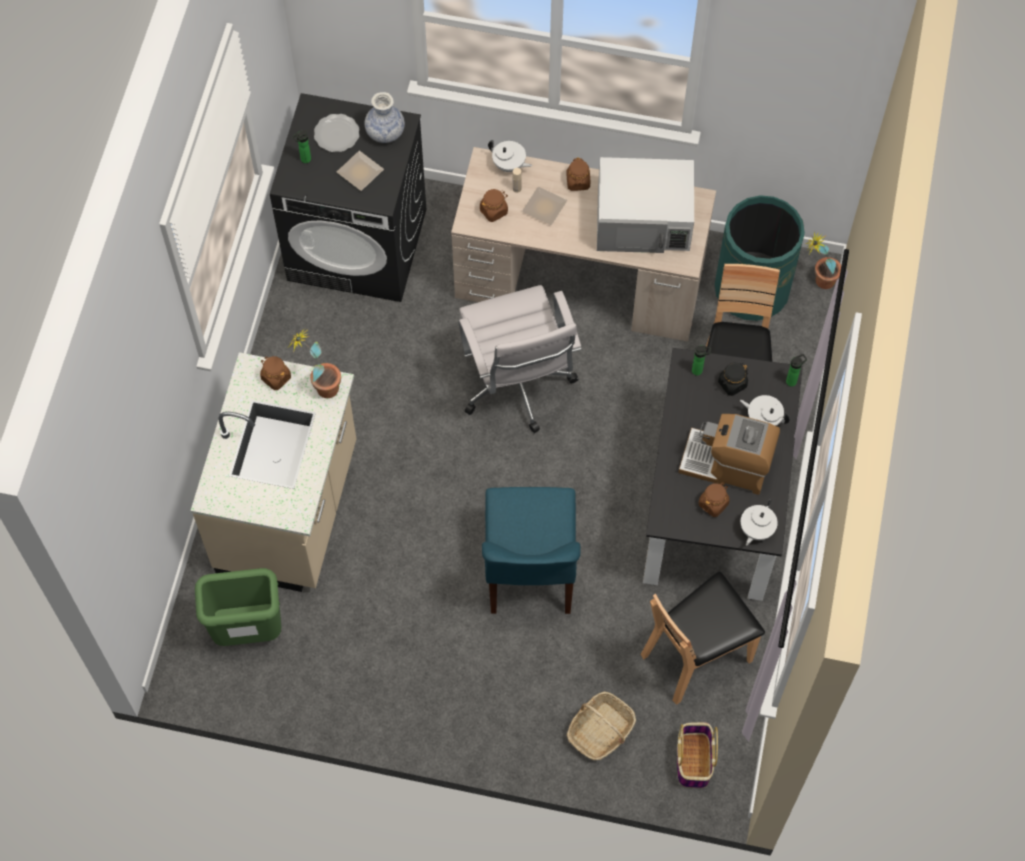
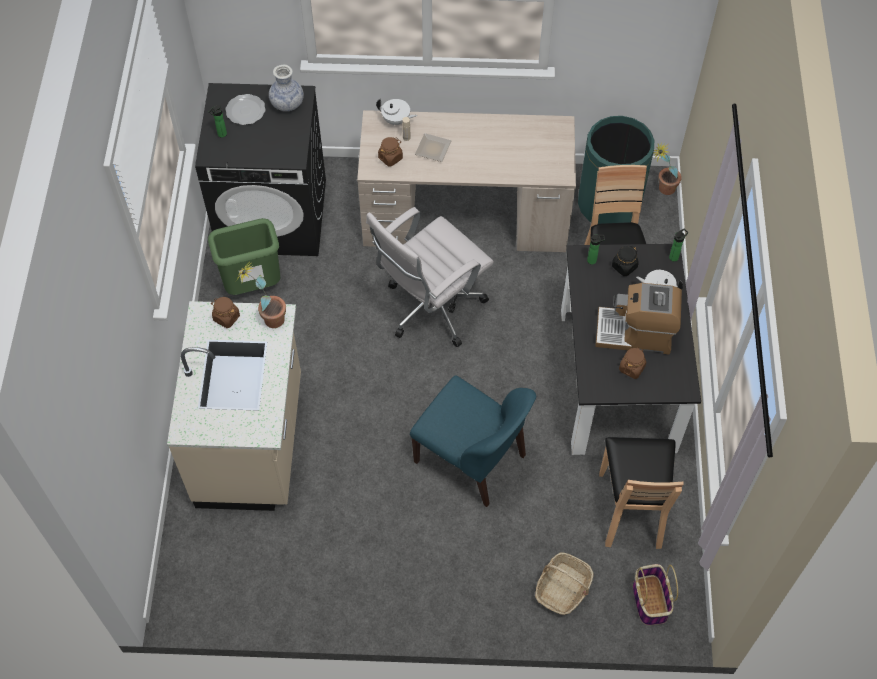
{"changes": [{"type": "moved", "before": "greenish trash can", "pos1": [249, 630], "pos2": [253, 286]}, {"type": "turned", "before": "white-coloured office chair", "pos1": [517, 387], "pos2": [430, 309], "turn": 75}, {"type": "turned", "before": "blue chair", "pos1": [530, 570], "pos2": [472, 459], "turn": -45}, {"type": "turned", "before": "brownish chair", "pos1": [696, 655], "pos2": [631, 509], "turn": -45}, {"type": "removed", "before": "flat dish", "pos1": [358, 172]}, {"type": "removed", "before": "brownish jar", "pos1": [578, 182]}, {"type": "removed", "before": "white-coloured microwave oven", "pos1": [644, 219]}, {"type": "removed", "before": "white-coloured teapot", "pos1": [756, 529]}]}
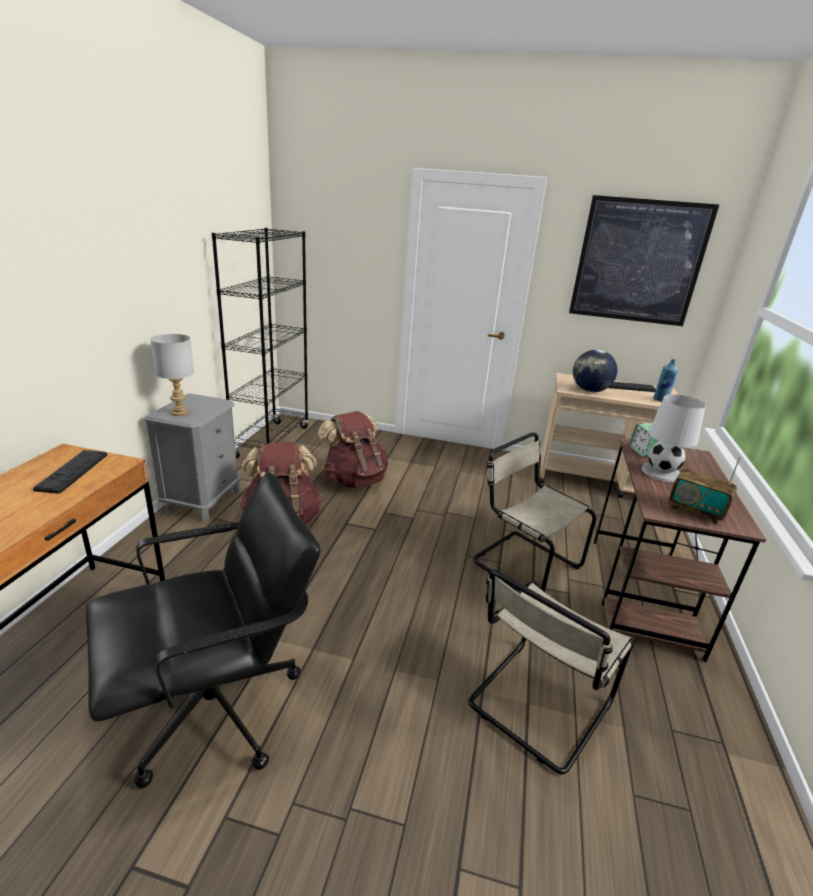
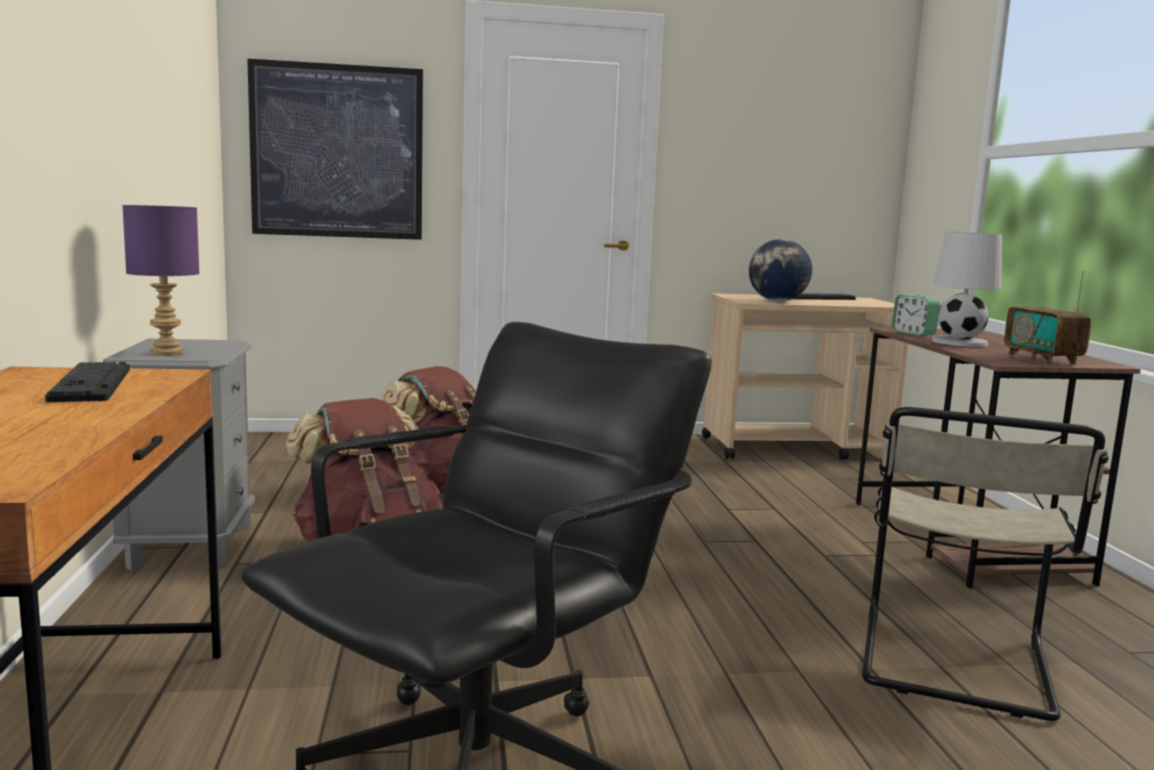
{"changes": [{"type": "recoloured", "before": "grey table lamp", "after": "purplish table lamp", "pos1": [180, 413], "pos2": [167, 353]}, {"type": "moved", "before": "wall picture", "pos1": [638, 262], "pos2": [337, 152]}, {"type": "turned", "before": "radio receiver", "pos1": [695, 511], "pos2": [1042, 359], "turn": 60}, {"type": "removed", "before": "blackish bookshelf", "pos1": [272, 442]}, {"type": "removed", "before": "beige-coloured chair", "pos1": [522, 563]}, {"type": "removed", "before": "blue drink bottle", "pos1": [660, 400]}]}
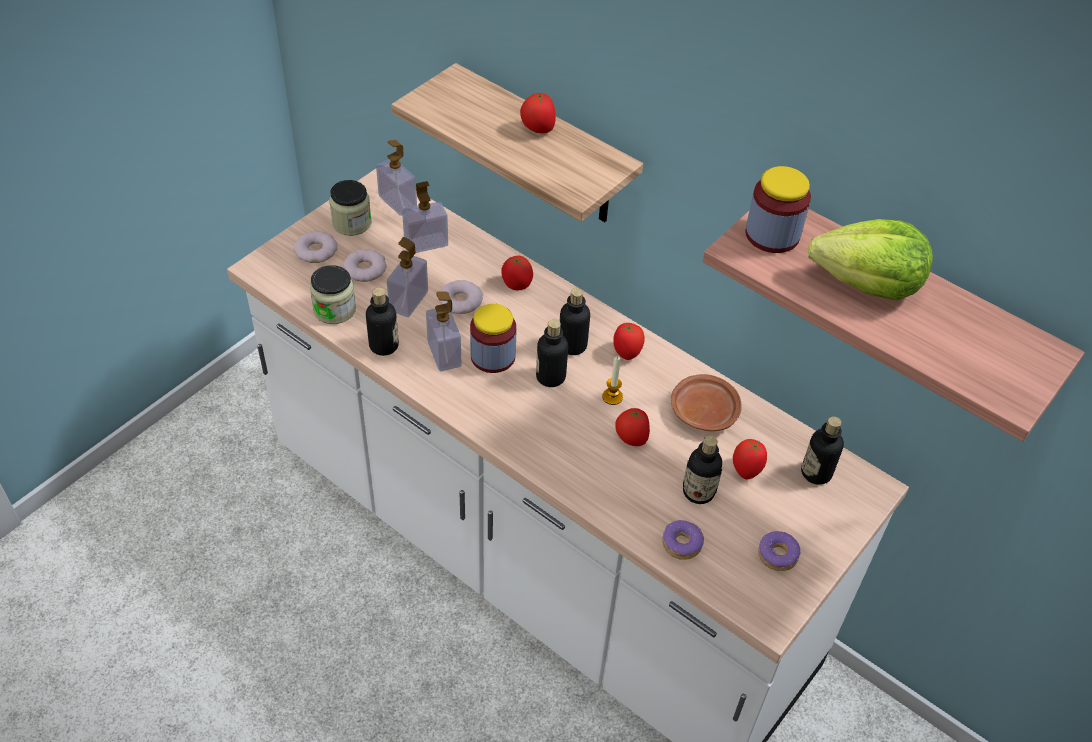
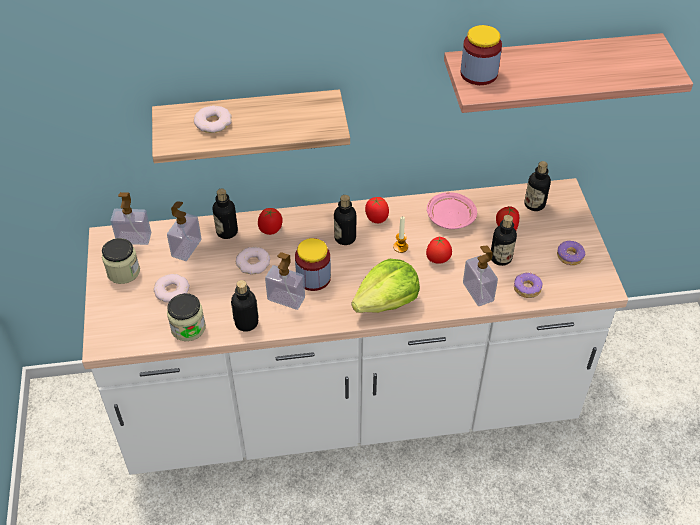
{"changes": [{"type": "moved", "before": "ring doughnut", "pos1": [316, 251], "pos2": [213, 122]}, {"type": "moved", "before": "drink bottle", "pos1": [550, 377], "pos2": [227, 231]}, {"type": "moved", "before": "head of lettuce", "pos1": [867, 283], "pos2": [387, 302]}, {"type": "recoloured", "before": "brownish flat dish", "after": "pink flat dish", "pos1": [703, 410], "pos2": [450, 217]}, {"type": "moved", "before": "soap dispenser", "pos1": [408, 301], "pos2": [478, 292]}, {"type": "removed", "before": "fresh tomato", "pos1": [537, 129]}]}
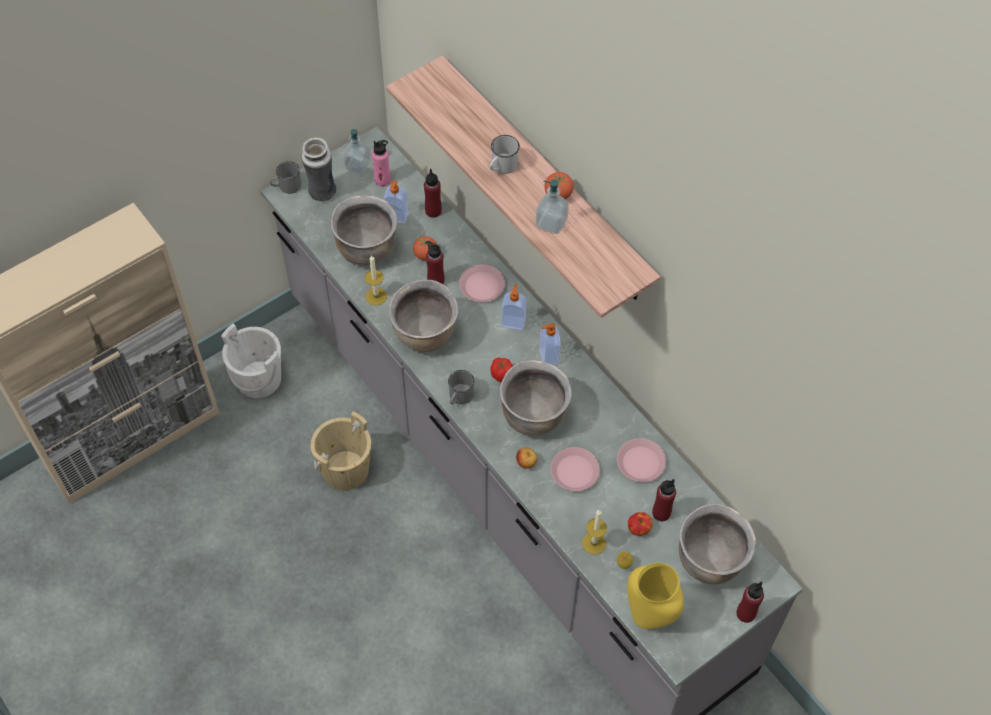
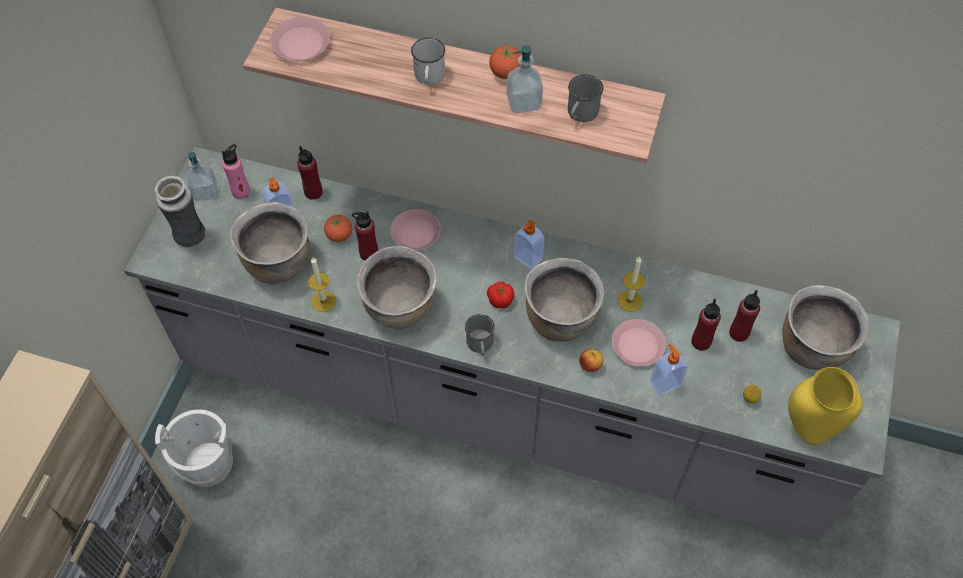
{"changes": [{"type": "moved", "before": "pink flat dish", "pos1": [640, 462], "pos2": [300, 43]}, {"type": "moved", "before": "grey coffee mug", "pos1": [286, 186], "pos2": [580, 114]}, {"type": "moved", "before": "wax light", "pos1": [594, 543], "pos2": [629, 300]}, {"type": "moved", "before": "soap dispenser", "pos1": [513, 321], "pos2": [664, 383]}, {"type": "moved", "before": "red-coloured drink bottle", "pos1": [745, 613], "pos2": [701, 342]}, {"type": "removed", "before": "beige-coloured bucket", "pos1": [345, 469]}, {"type": "removed", "before": "apple fruit", "pos1": [639, 529]}]}
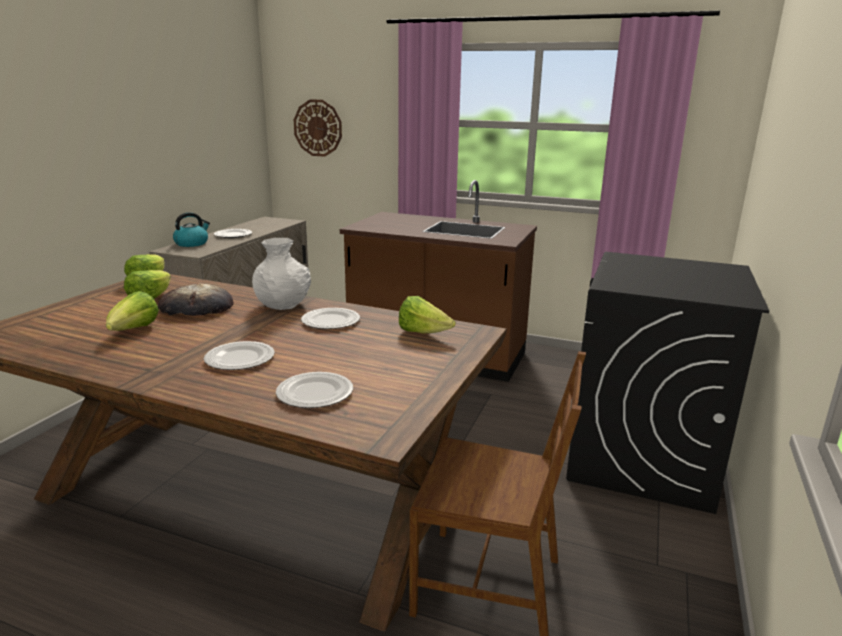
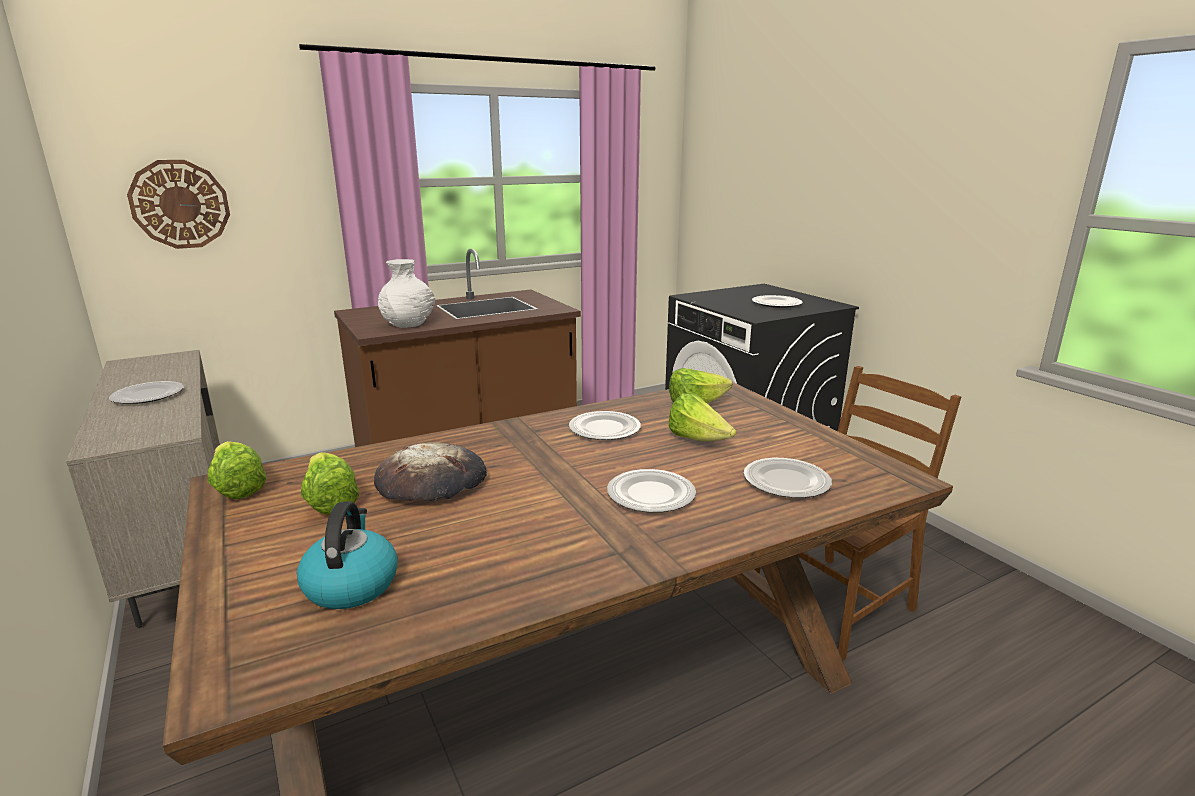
{"changes": [{"type": "moved", "before": "kettle", "pos1": [192, 243], "pos2": [351, 584]}, {"type": "moved", "before": "white-coloured flower vase", "pos1": [284, 305], "pos2": [408, 324]}, {"type": "moved", "before": "head of lettuce", "pos1": [134, 330], "pos2": [698, 440]}, {"type": "added", "after": "flat dish", "pos2": [777, 304]}]}
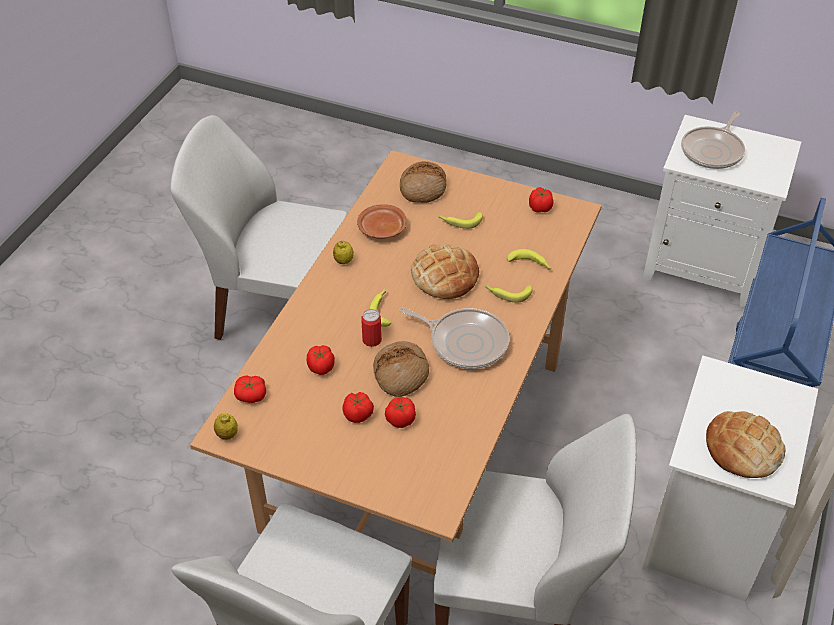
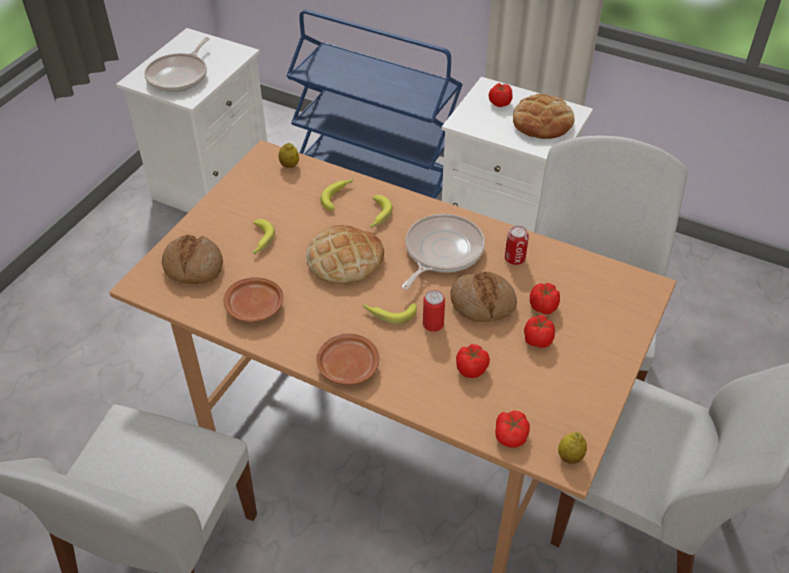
{"changes": [{"type": "turned", "before": "pan", "pos1": [713, 151], "pos2": [179, 76], "turn": 75}, {"type": "moved", "before": "whole lemon", "pos1": [343, 261], "pos2": [289, 165]}, {"type": "added", "after": "brownish flat dish", "pos2": [348, 366]}, {"type": "moved", "before": "fresh tomato", "pos1": [540, 207], "pos2": [499, 103]}, {"type": "added", "after": "can", "pos2": [514, 259]}]}
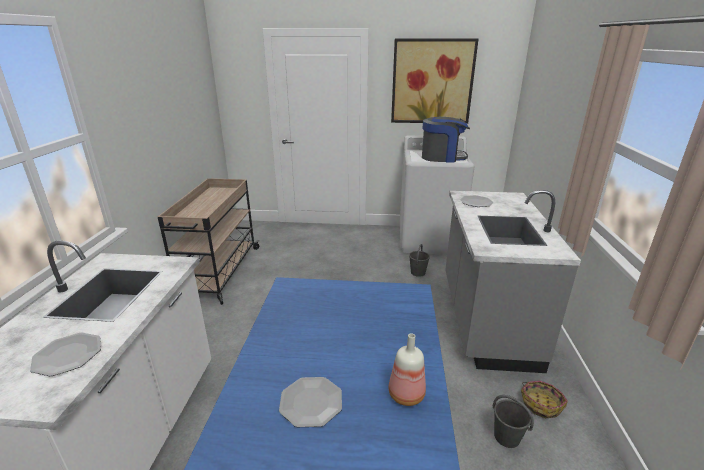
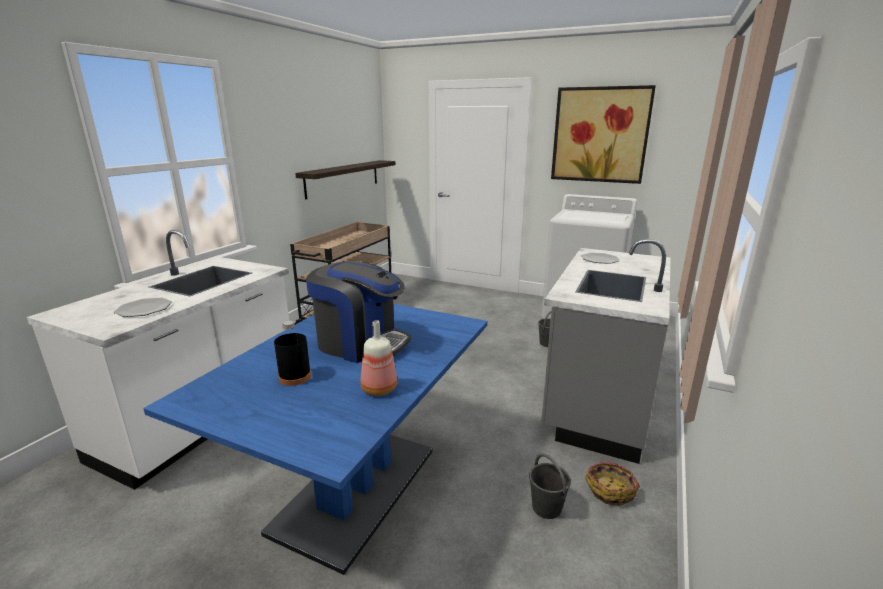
{"changes": [{"type": "replaced", "before": "flat dish", "after": "blackish drink bottle", "pos1": [311, 402], "pos2": [295, 377]}, {"type": "added", "after": "shelf", "pos2": [343, 178]}, {"type": "moved", "before": "coffee machine", "pos1": [442, 157], "pos2": [361, 343]}]}
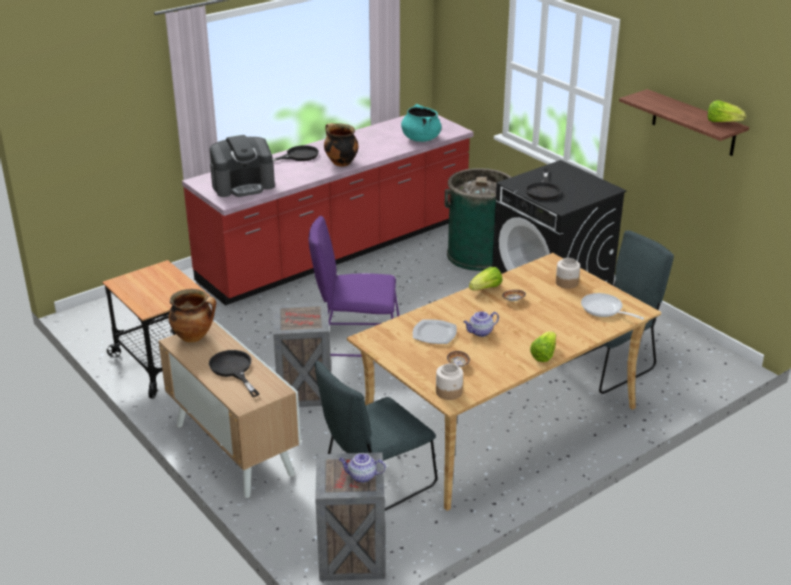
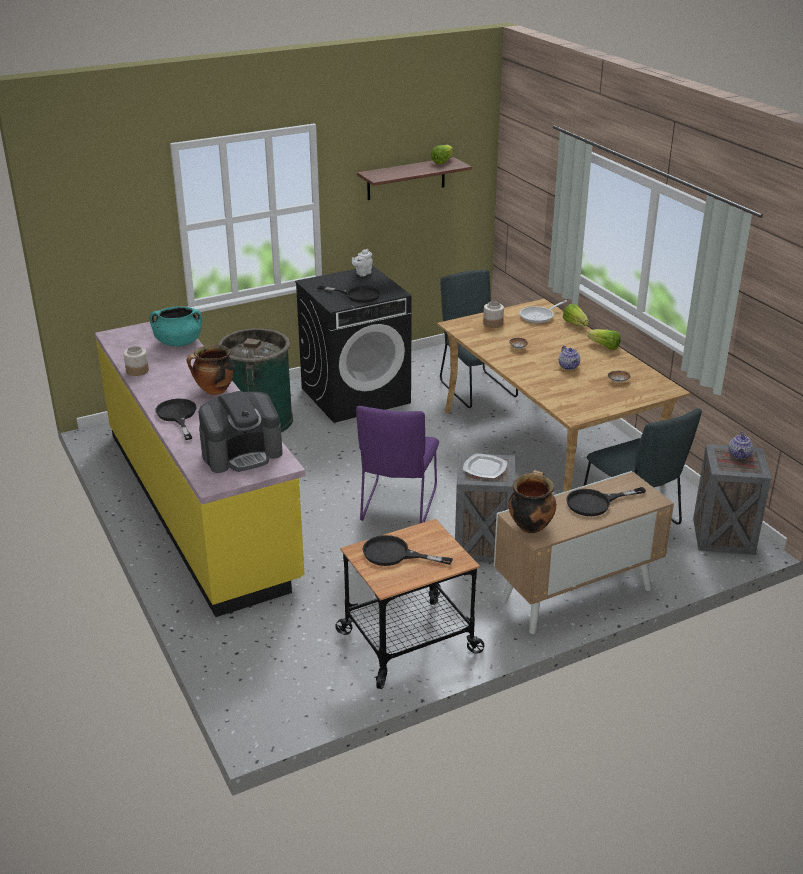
{"changes": [{"type": "recoloured", "before": "red-coloured kitchen counter", "after": "yellow-coloured kitchen counter", "pos1": [337, 250], "pos2": [201, 504]}, {"type": "moved", "before": "jar", "pos1": [449, 392], "pos2": [137, 370]}, {"type": "turned", "before": "coffee machine", "pos1": [243, 185], "pos2": [242, 454], "turn": 75}, {"type": "added", "after": "white-coloured teapot", "pos2": [362, 273]}, {"type": "added", "after": "blackish pan", "pos2": [394, 554]}, {"type": "moved", "before": "flat dish", "pos1": [434, 333], "pos2": [484, 468]}, {"type": "moved", "before": "head of lettuce", "pos1": [486, 289], "pos2": [575, 324]}]}
